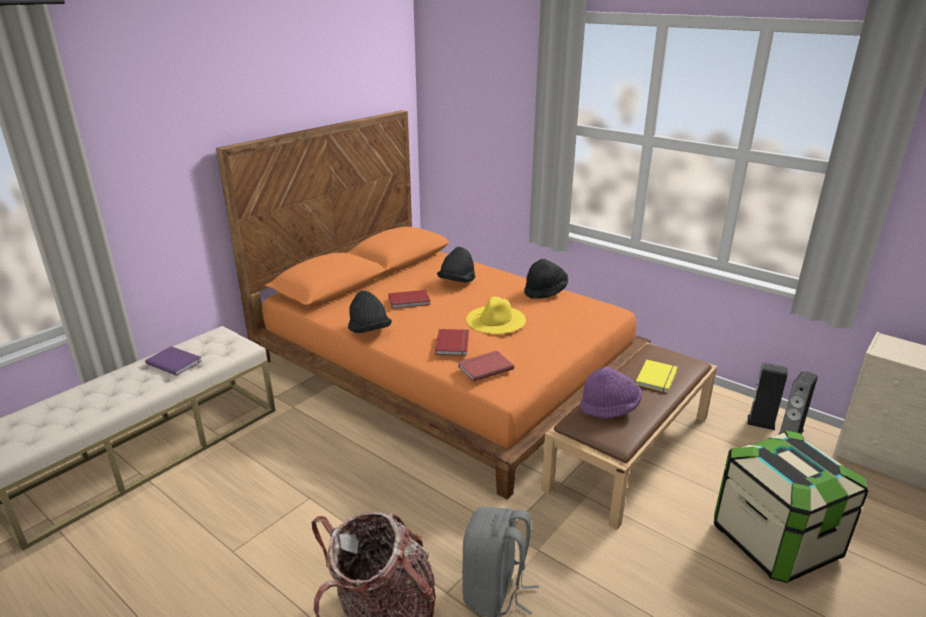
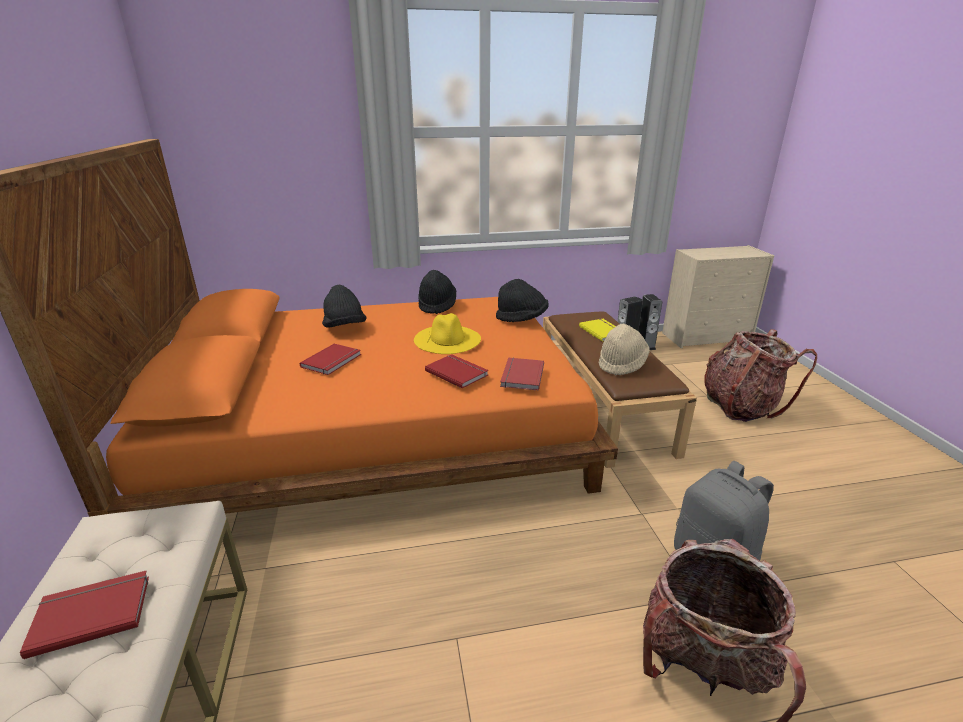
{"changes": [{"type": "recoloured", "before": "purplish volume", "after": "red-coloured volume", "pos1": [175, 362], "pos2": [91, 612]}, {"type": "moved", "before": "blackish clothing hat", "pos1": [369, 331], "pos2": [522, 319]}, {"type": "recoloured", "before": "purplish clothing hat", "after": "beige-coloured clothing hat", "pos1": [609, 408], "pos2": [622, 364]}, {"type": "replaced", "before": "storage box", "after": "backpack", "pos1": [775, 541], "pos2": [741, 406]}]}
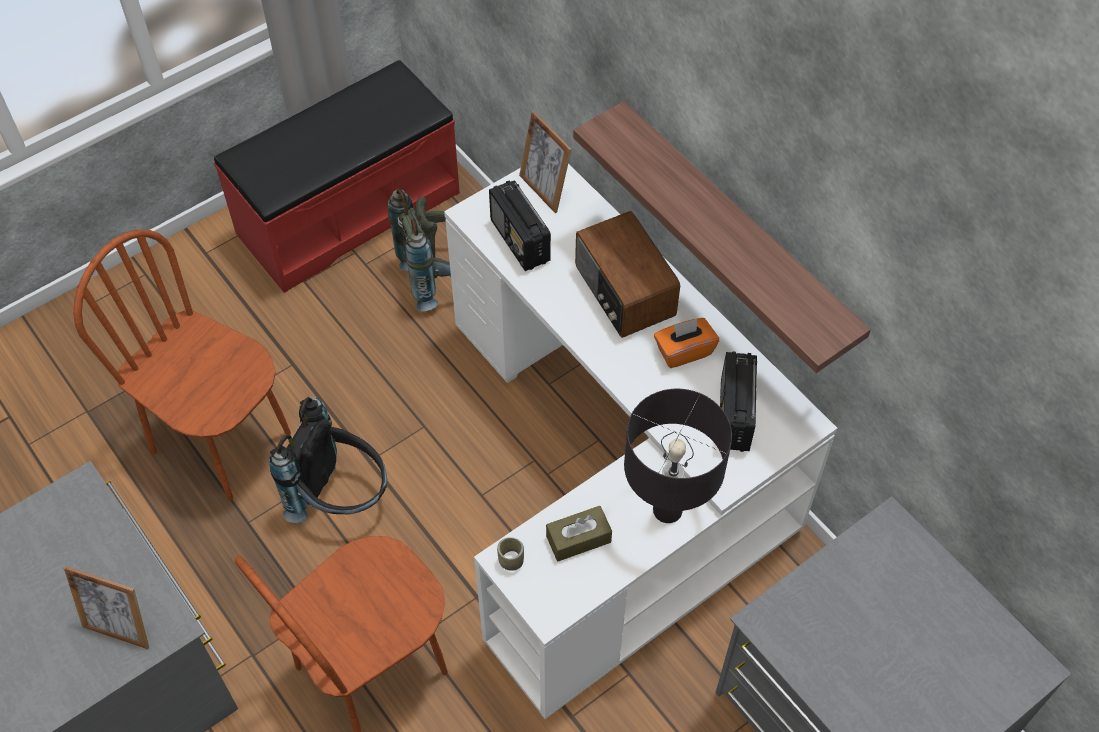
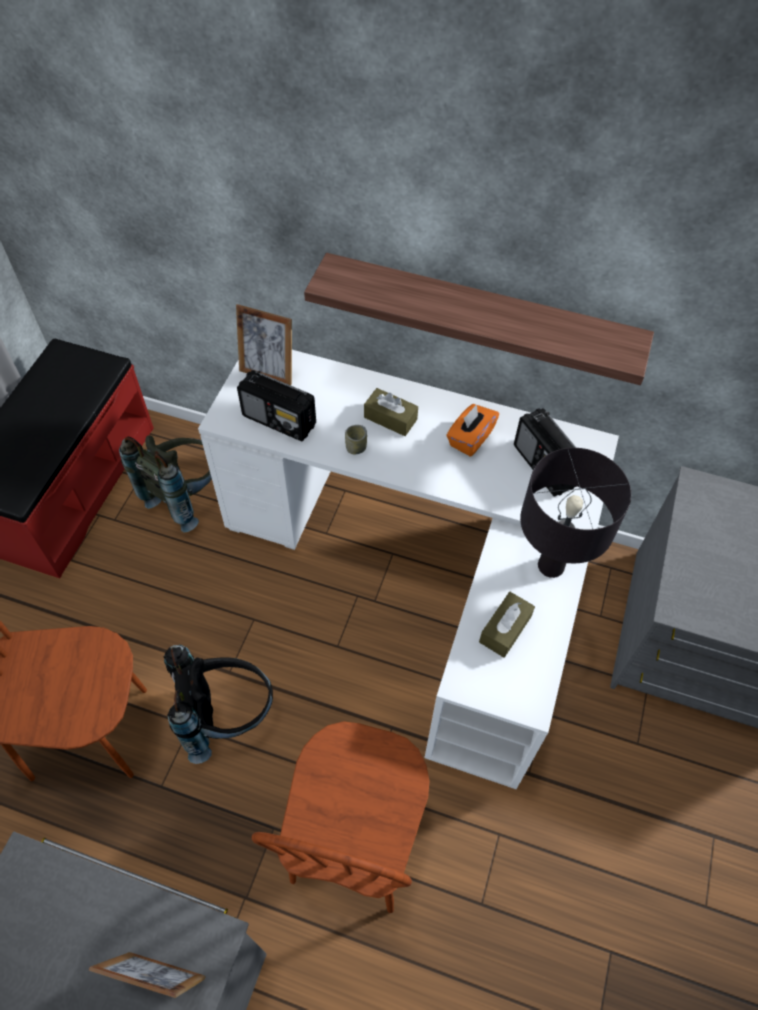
{"changes": [{"type": "turned", "before": "standing frame", "pos1": [120, 628], "pos2": [162, 977], "turn": -150}, {"type": "moved", "before": "cup", "pos1": [511, 561], "pos2": [356, 448]}, {"type": "replaced", "before": "radio receiver", "after": "brownish box of tissues", "pos1": [623, 292], "pos2": [390, 418]}]}
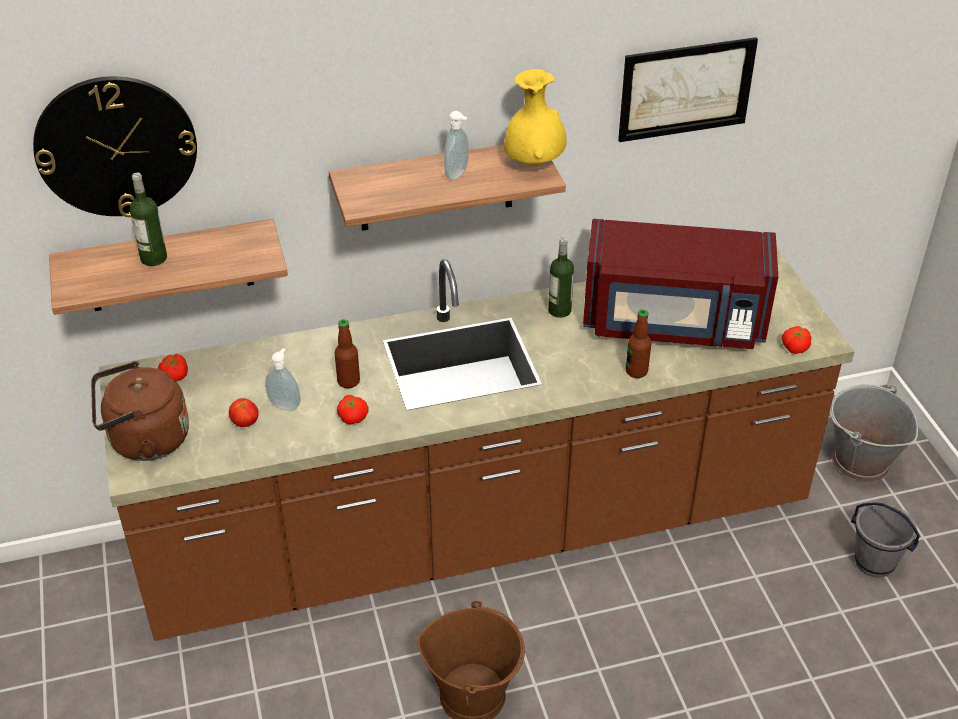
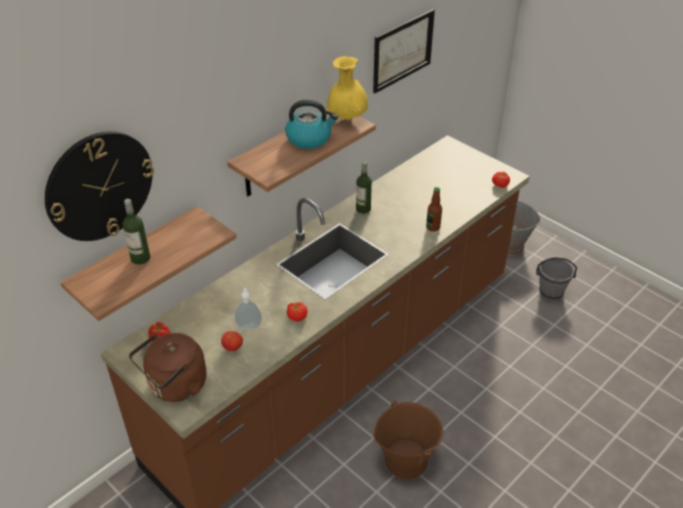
{"changes": [{"type": "replaced", "before": "soap dispenser", "after": "kettle", "pos1": [458, 175], "pos2": [309, 138]}, {"type": "removed", "before": "drink bottle", "pos1": [348, 381]}, {"type": "removed", "before": "red-coloured microwave oven", "pos1": [673, 322]}]}
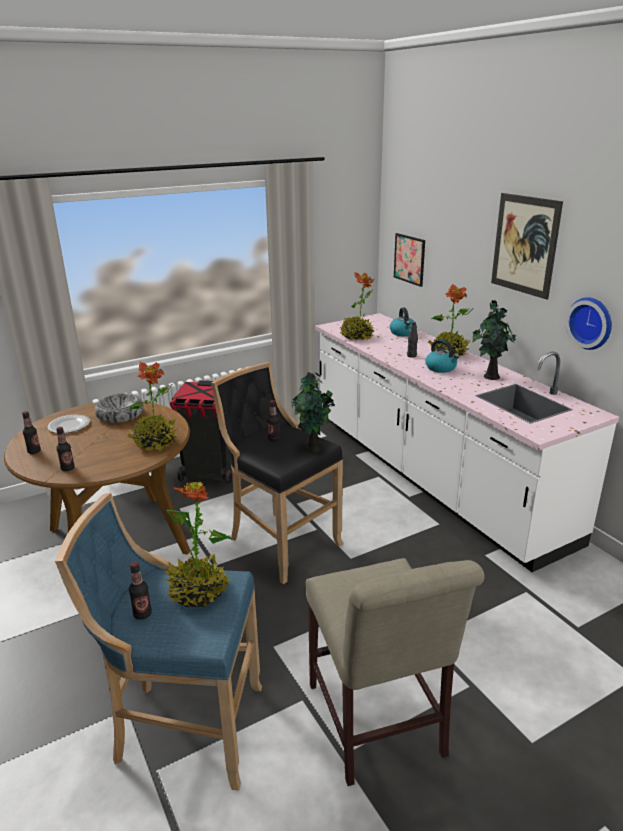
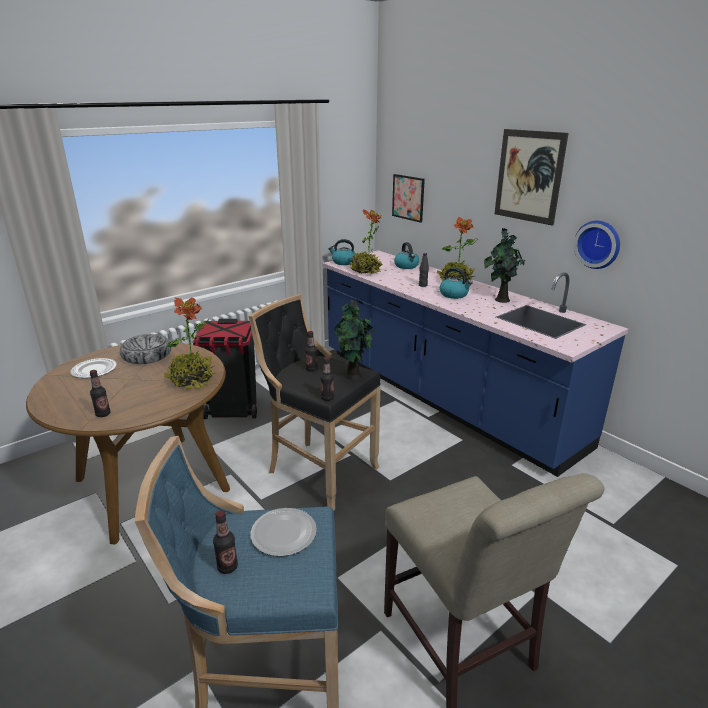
{"changes": [{"type": "replaced", "before": "houseplant", "after": "flat dish", "pos1": [198, 591], "pos2": [283, 534]}, {"type": "moved", "before": "drink bottle", "pos1": [34, 451], "pos2": [327, 398]}, {"type": "recoloured", "before": "white-coloured kitchen counter", "after": "blue kitchen counter", "pos1": [431, 475], "pos2": [442, 396]}, {"type": "added", "after": "kettle", "pos2": [343, 262]}]}
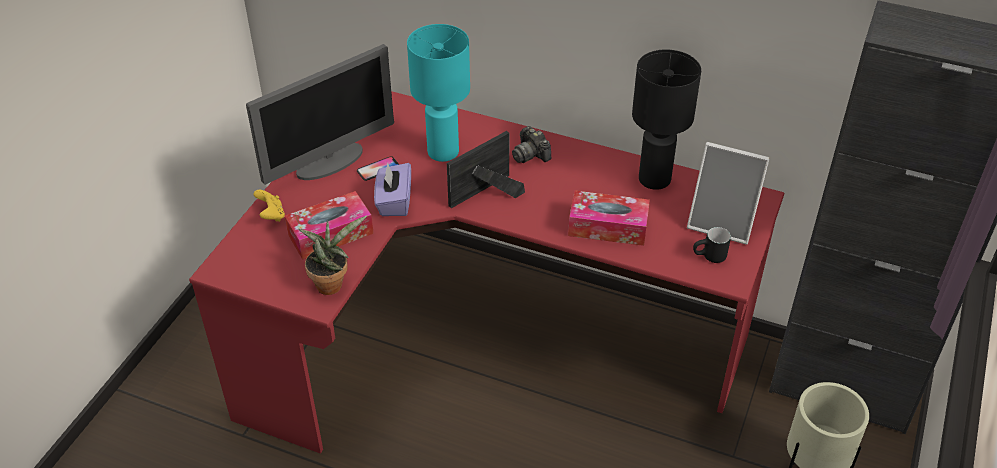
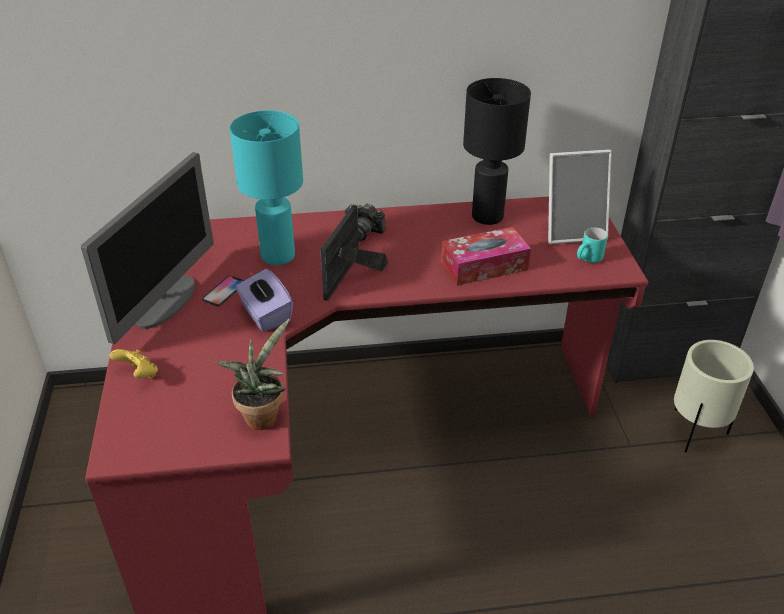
{"changes": [{"type": "recoloured", "before": "blackish coffee mug", "after": "turquoise-coloured coffee mug", "pos1": [710, 258], "pos2": [589, 260]}, {"type": "removed", "before": "box of tissues", "pos1": [330, 234]}]}
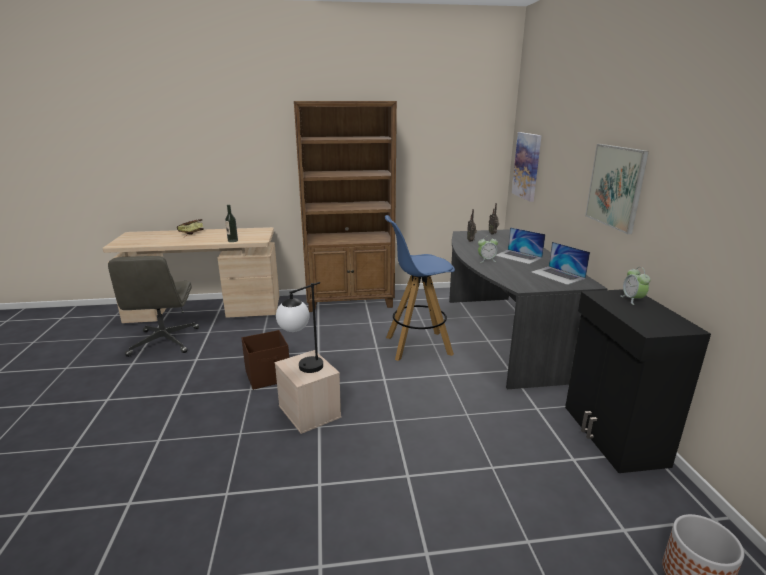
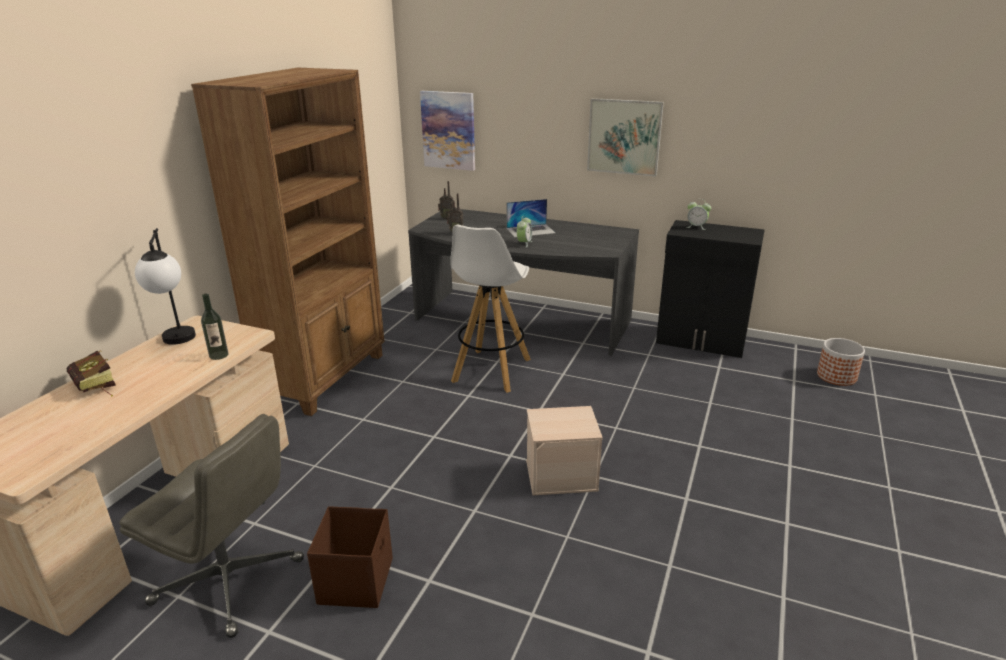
{"changes": [{"type": "moved", "before": "table lamp", "pos1": [303, 370], "pos2": [178, 343]}, {"type": "moved", "before": "brownish storage box", "pos1": [268, 376], "pos2": [357, 580]}, {"type": "recoloured", "before": "blue stool", "after": "white-coloured stool", "pos1": [417, 346], "pos2": [491, 371]}, {"type": "removed", "before": "notebook computer", "pos1": [557, 275]}]}
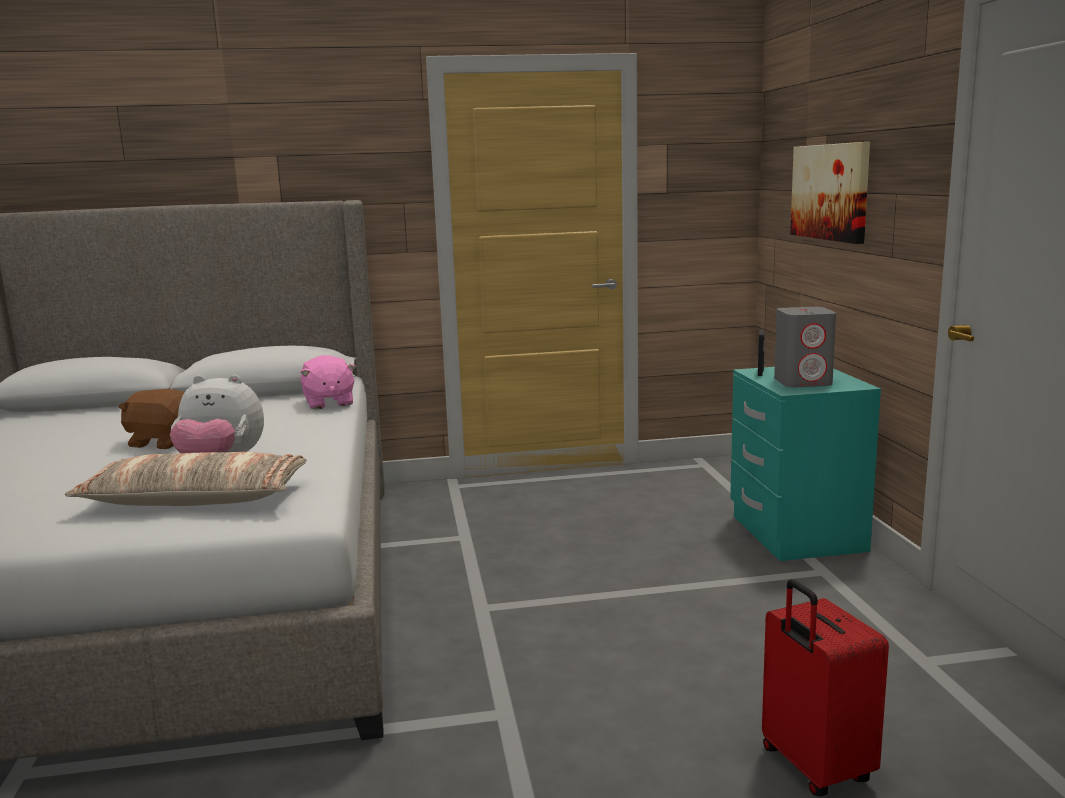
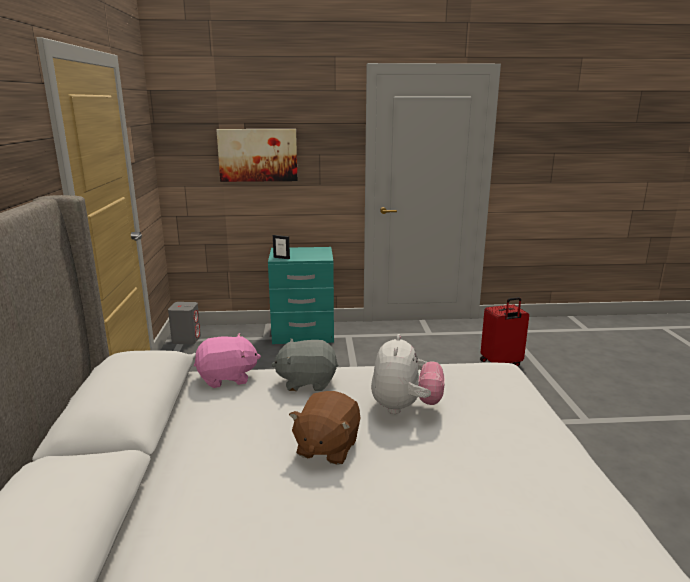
{"changes": [{"type": "moved", "before": "grey loudspeaker", "pos1": [803, 382], "pos2": [186, 339]}, {"type": "added", "after": "grey cuddly toy", "pos2": [307, 382]}, {"type": "removed", "before": "pillow", "pos1": [196, 499]}]}
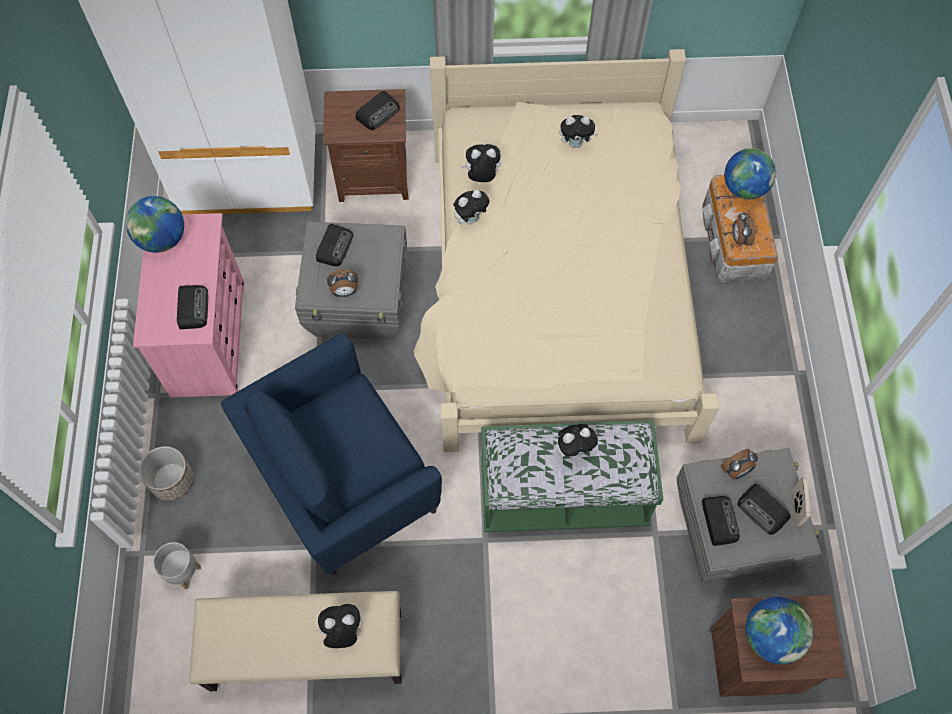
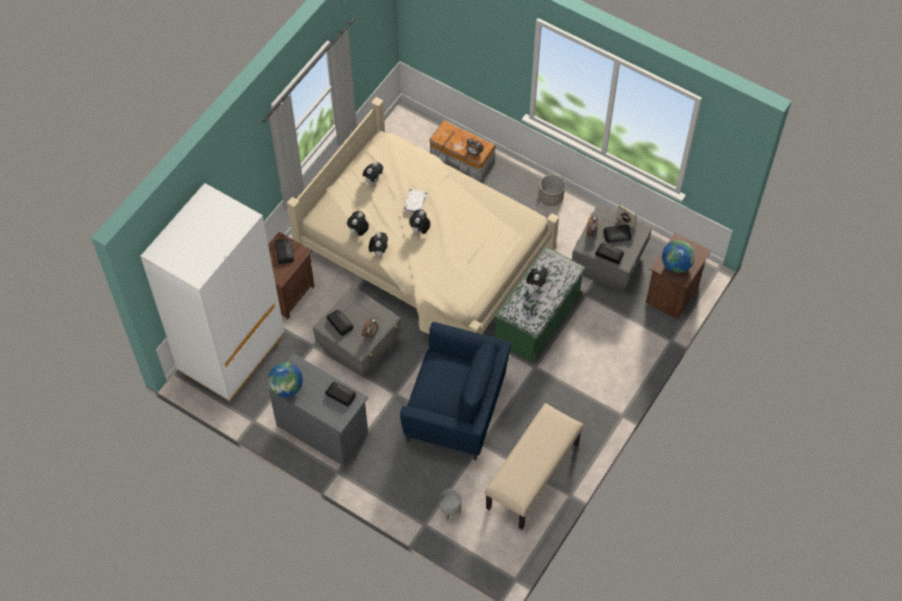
{"changes": [{"type": "recoloured", "before": "pink dresser", "after": "grey dresser", "pos1": [208, 337], "pos2": [322, 429]}, {"type": "turned", "before": "blue lounge chair", "pos1": [342, 482], "pos2": [456, 411], "turn": -75}, {"type": "added", "after": "white-coloured volume", "pos2": [415, 202]}, {"type": "moved", "before": "cuddly toy", "pos1": [342, 632], "pos2": [420, 230]}, {"type": "moved", "before": "planter", "pos1": [172, 480], "pos2": [550, 197]}, {"type": "removed", "before": "globe", "pos1": [744, 188]}]}
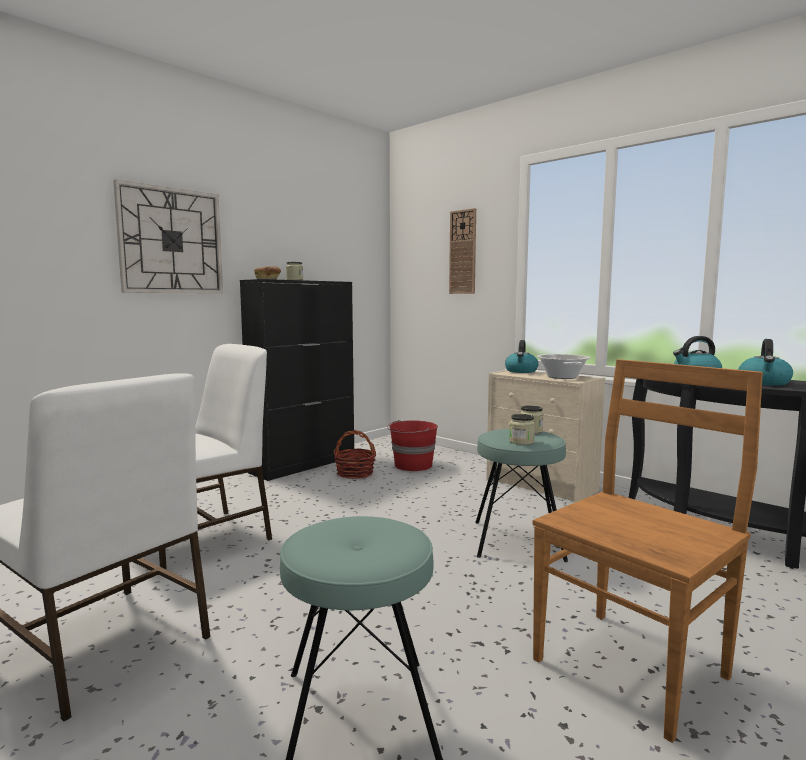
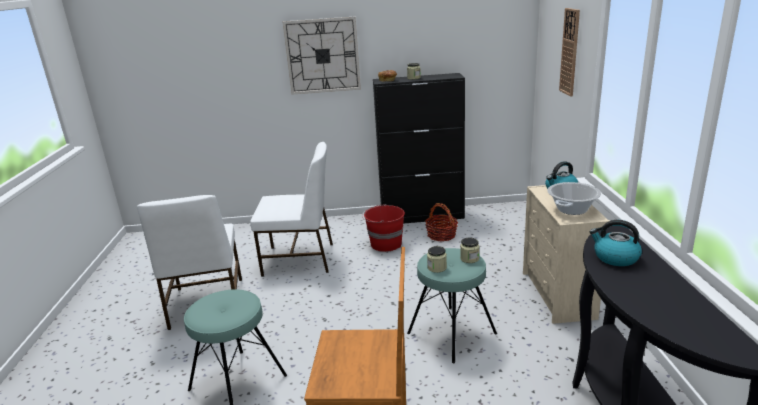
{"changes": [{"type": "moved", "before": "red-coloured bucket", "pos1": [412, 465], "pos2": [385, 244]}, {"type": "removed", "before": "kettle", "pos1": [764, 383]}]}
